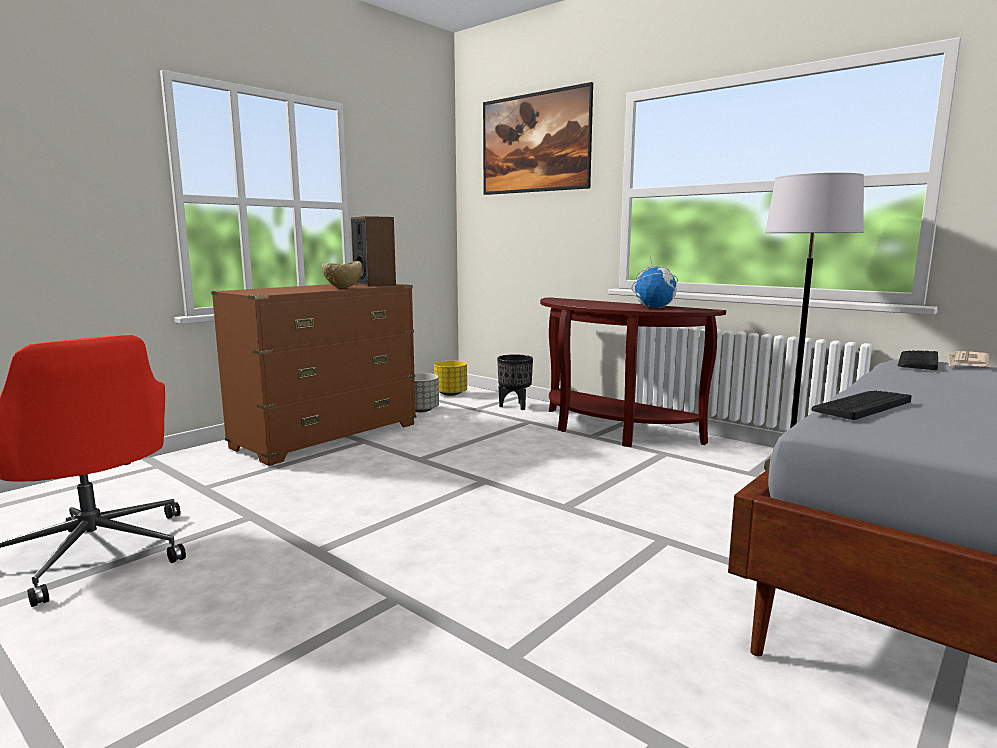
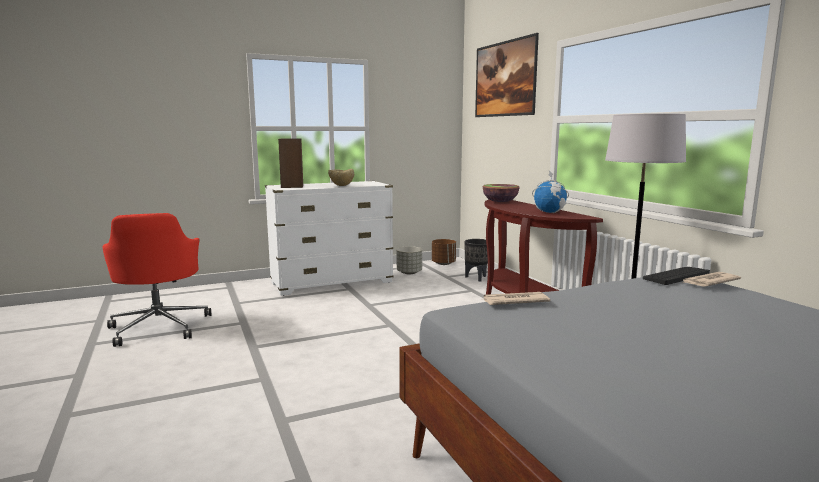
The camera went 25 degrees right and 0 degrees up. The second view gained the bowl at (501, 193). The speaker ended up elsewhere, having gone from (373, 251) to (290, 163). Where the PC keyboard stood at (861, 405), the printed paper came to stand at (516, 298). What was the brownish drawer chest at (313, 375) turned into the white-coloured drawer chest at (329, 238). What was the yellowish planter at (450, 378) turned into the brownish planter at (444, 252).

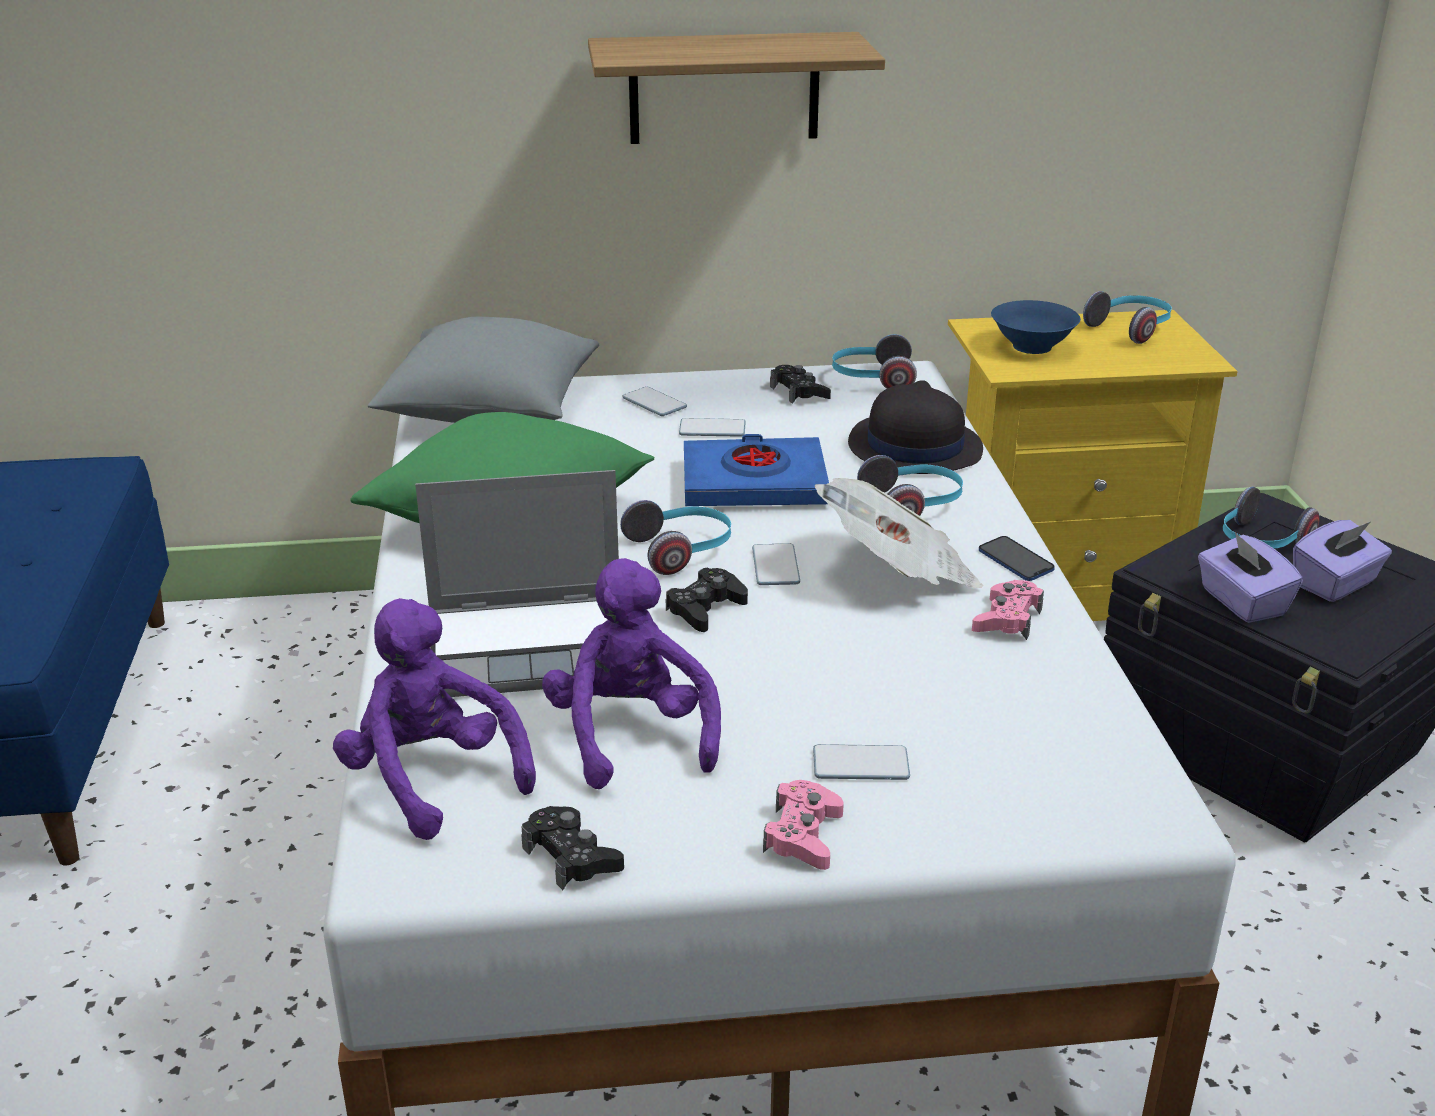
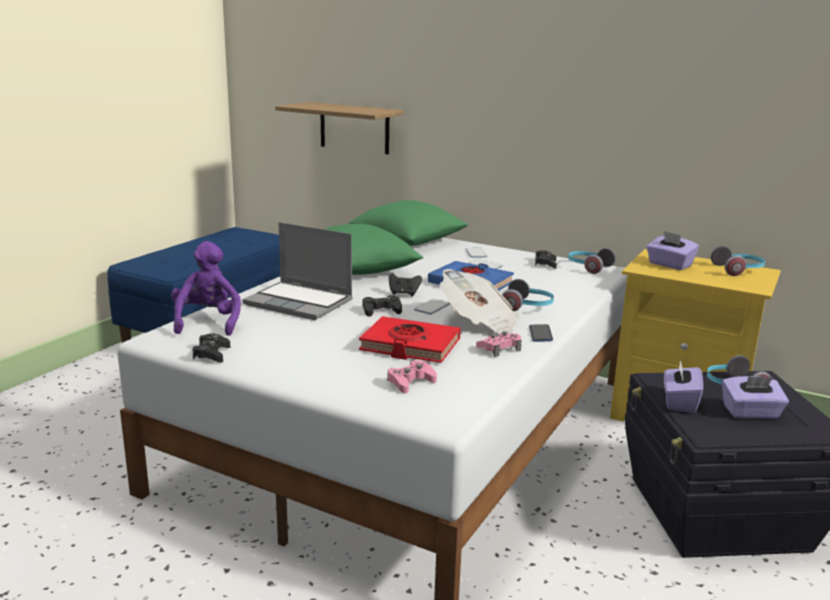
The camera went 35 degrees right and 10 degrees down. The second view lost the purple plush toy at (631, 673). The second view lost the handset at (861, 762). The second view lost the black wearable hat at (915, 427). The second view gained the red-coloured bound book at (410, 339). The wall shelf ended up elsewhere, having gone from (736, 88) to (339, 128). The pinkish joypad ended up elsewhere, having gone from (803, 825) to (412, 377). Where the headphones stood at (675, 537), the black joypad came to stand at (405, 284). Where the bluish bowl stood at (1036, 327), the purple tissue holder came to stand at (673, 250). What was the greyish pillow at (483, 370) turned into the green-coloured pillow at (408, 223).

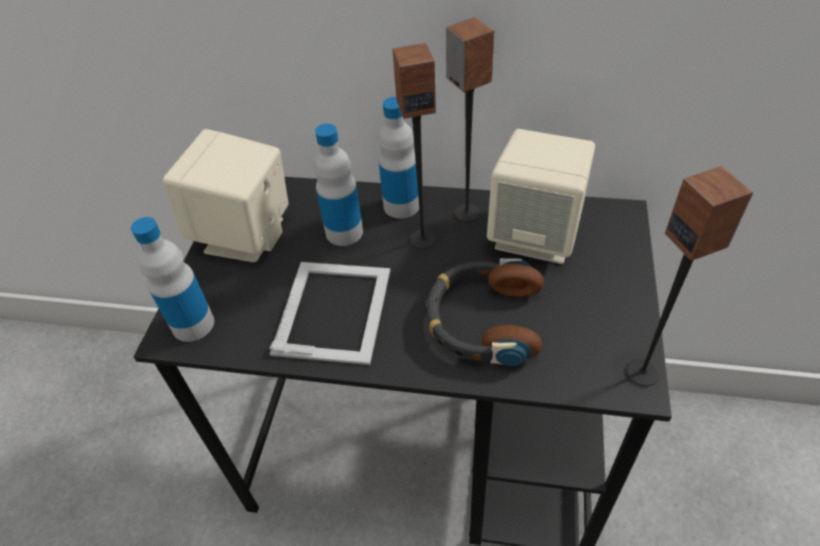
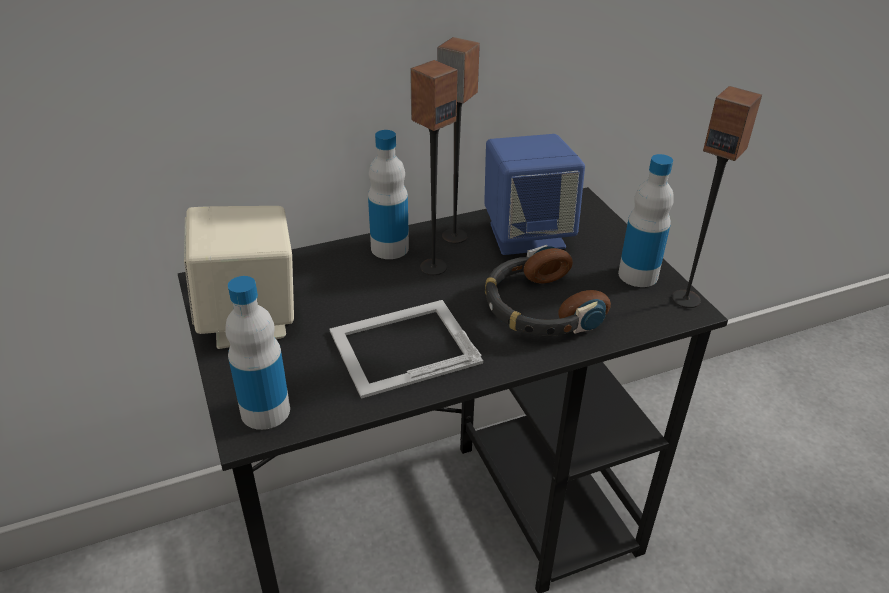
The camera went 35 degrees left and 10 degrees down. The beverage bottle ended up elsewhere, having gone from (338, 184) to (646, 220). What was the sand-coloured speaker at (541, 196) turned into the bluish speaker at (534, 194). The photo frame at (330, 313) ended up facing another way, 90 degrees counterclockwise from before.

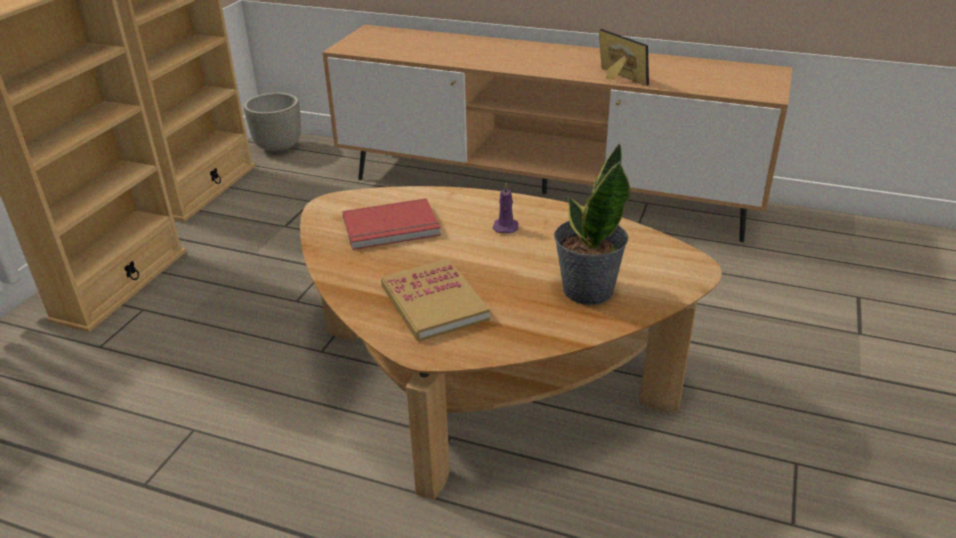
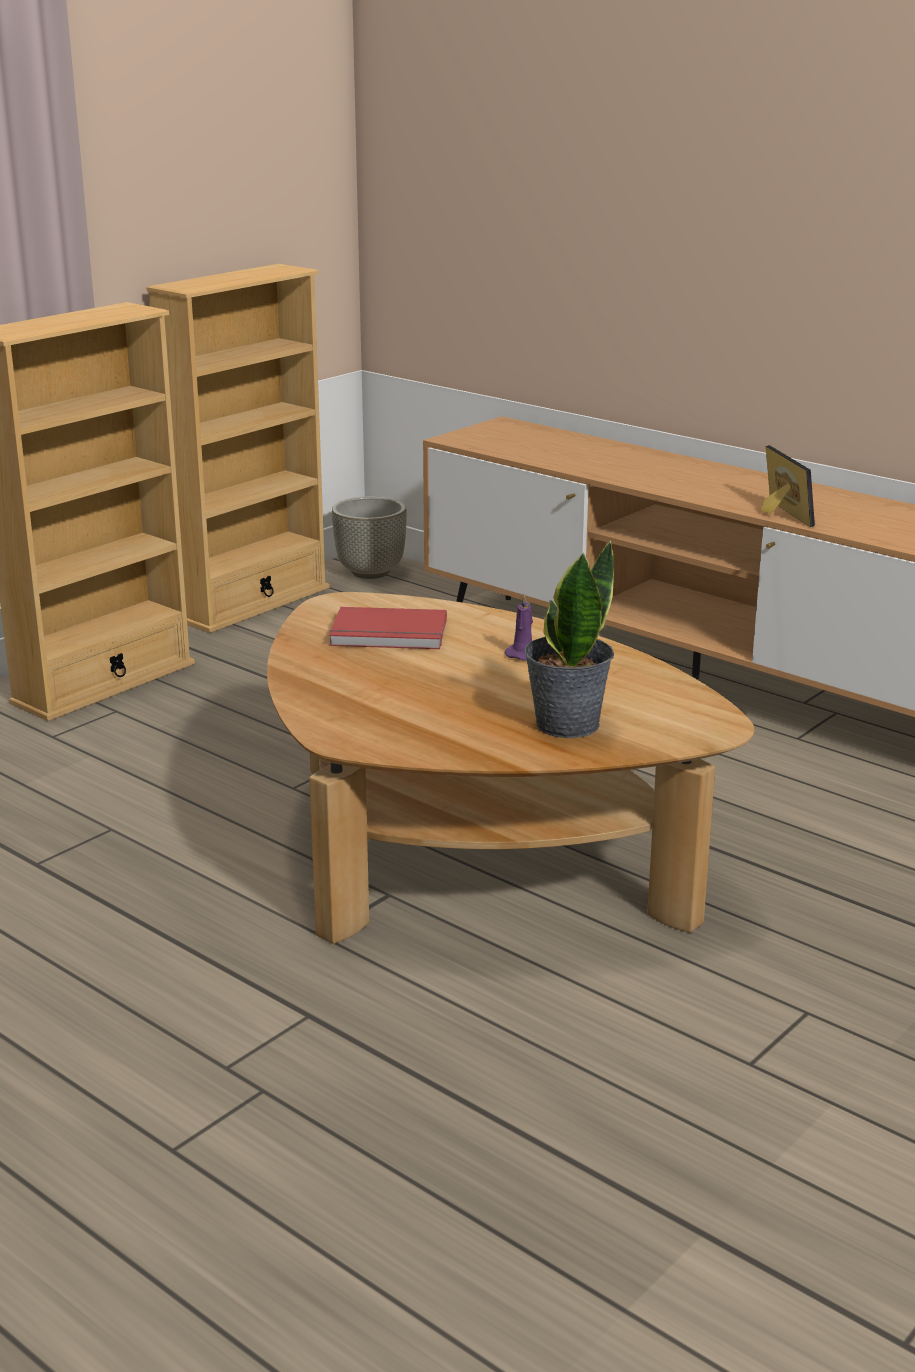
The camera went 20 degrees right and 10 degrees down. The second view lost the bound book at (435, 300).

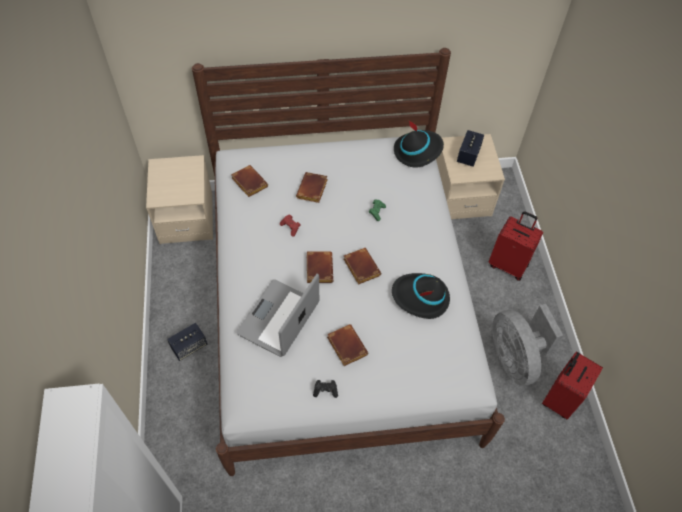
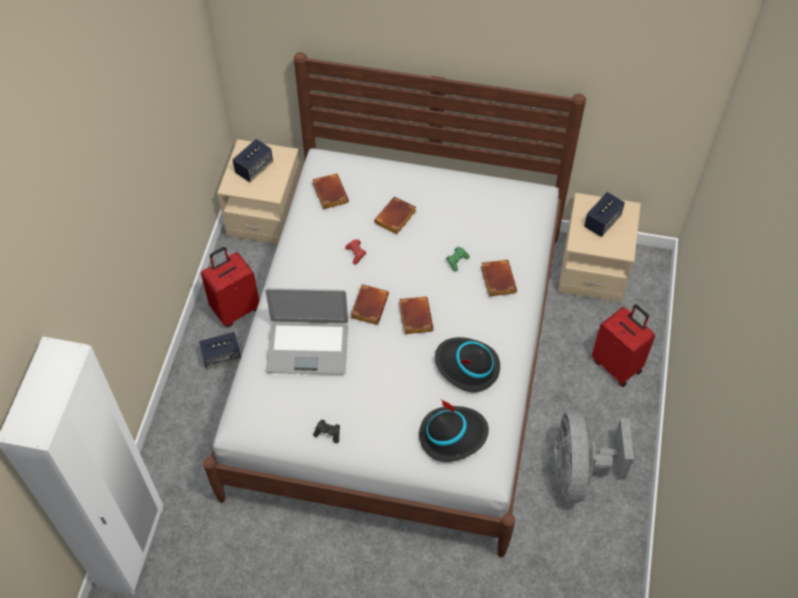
The camera went 20 degrees right and 0 degrees up. The second view gained the speaker at (253, 160). The brownish bound book ended up elsewhere, having gone from (347, 345) to (499, 278). The black wearable hat ended up elsewhere, having gone from (419, 144) to (454, 430). The red-coloured suitcase ended up elsewhere, having gone from (572, 385) to (230, 287). The laptop at (277, 315) ended up facing another way, 135 degrees counterclockwise from before.

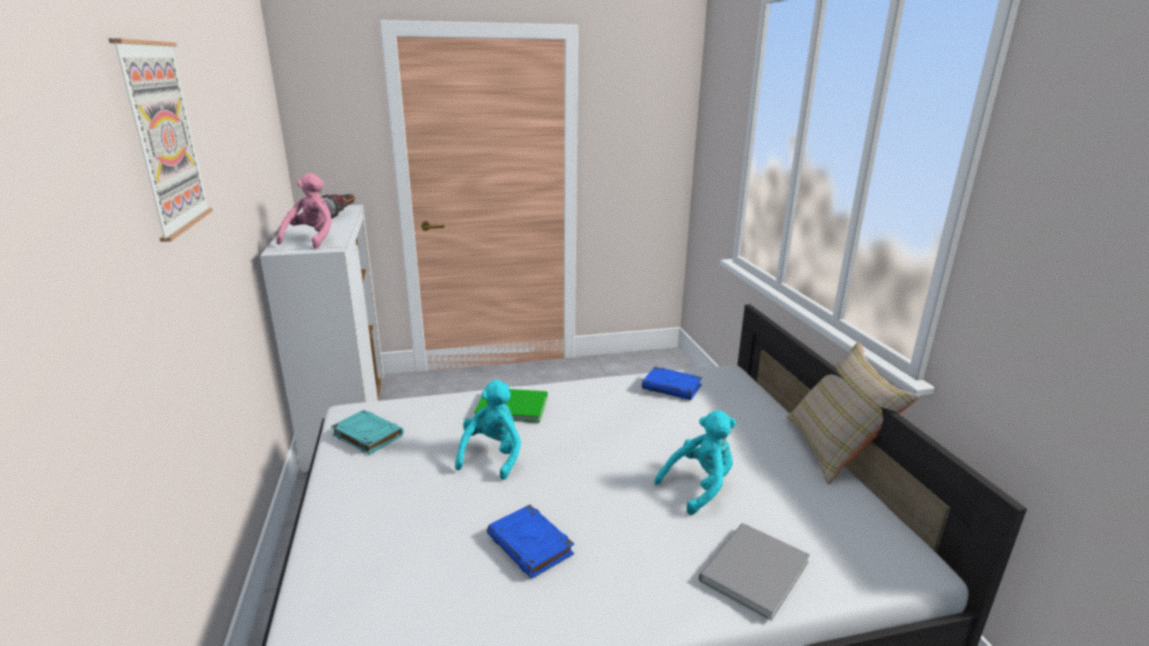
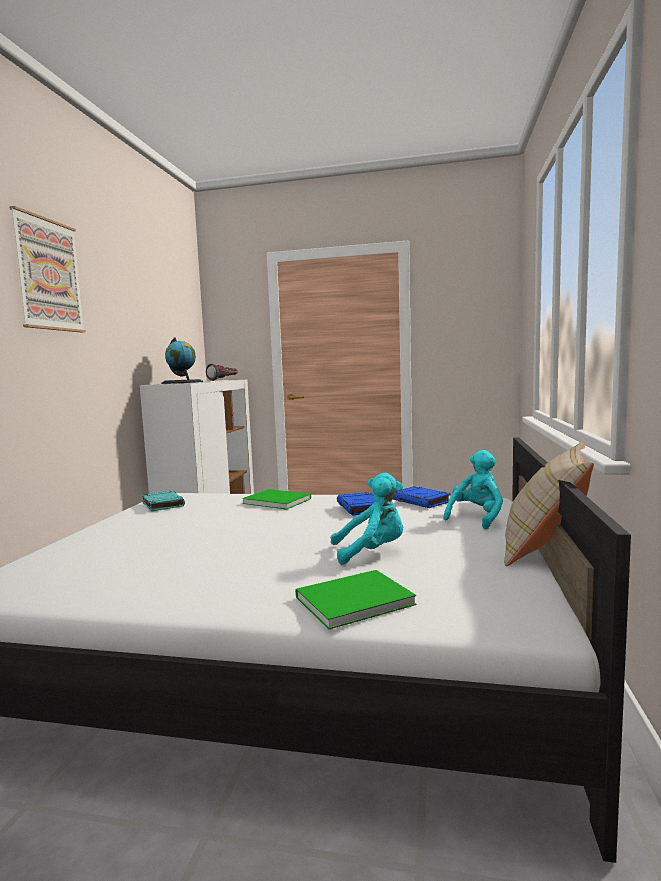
The camera went 25 degrees right and 15 degrees down. The turquoise-coloured plush toy ended up elsewhere, having gone from (488, 430) to (473, 490). The bluish bound book ended up elsewhere, having gone from (530, 541) to (356, 503). Where the pinkish plush toy stood at (304, 211), the globe came to stand at (182, 360). What was the greyish bound book at (754, 572) turned into the green-coloured bound book at (355, 600).

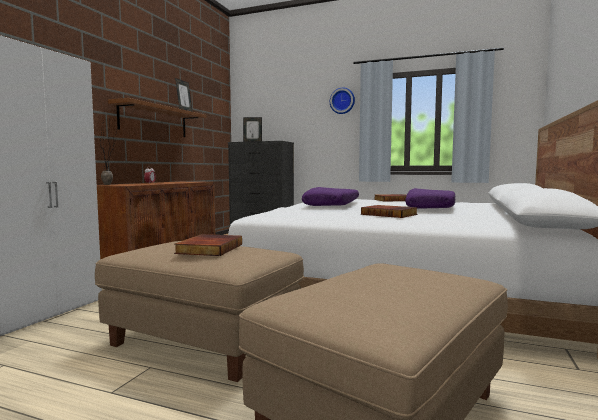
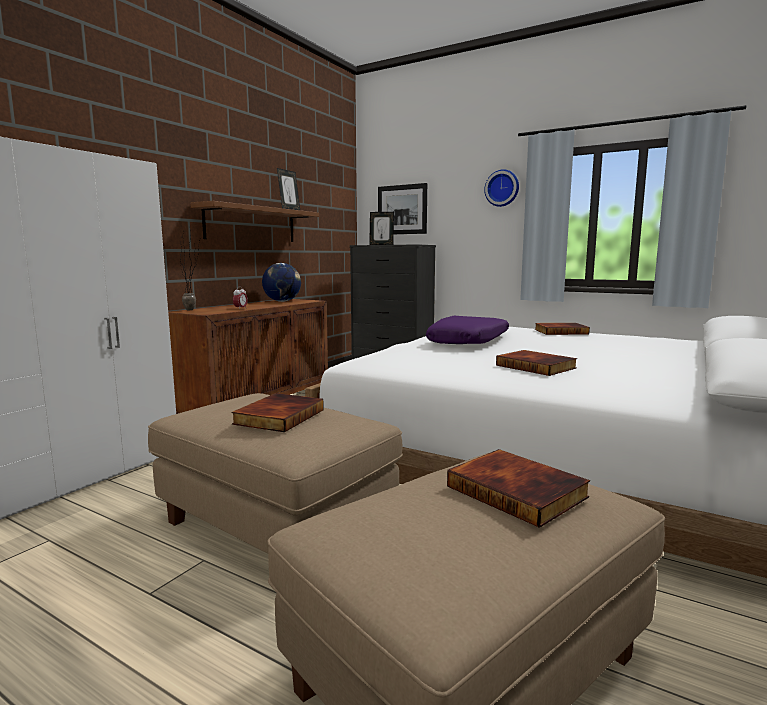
The camera went 10 degrees right and 5 degrees up. The second view lost the purple pillow at (430, 198). The second view gained the globe at (281, 282). The second view gained the wall picture at (402, 208). The second view gained the bound book at (518, 488).

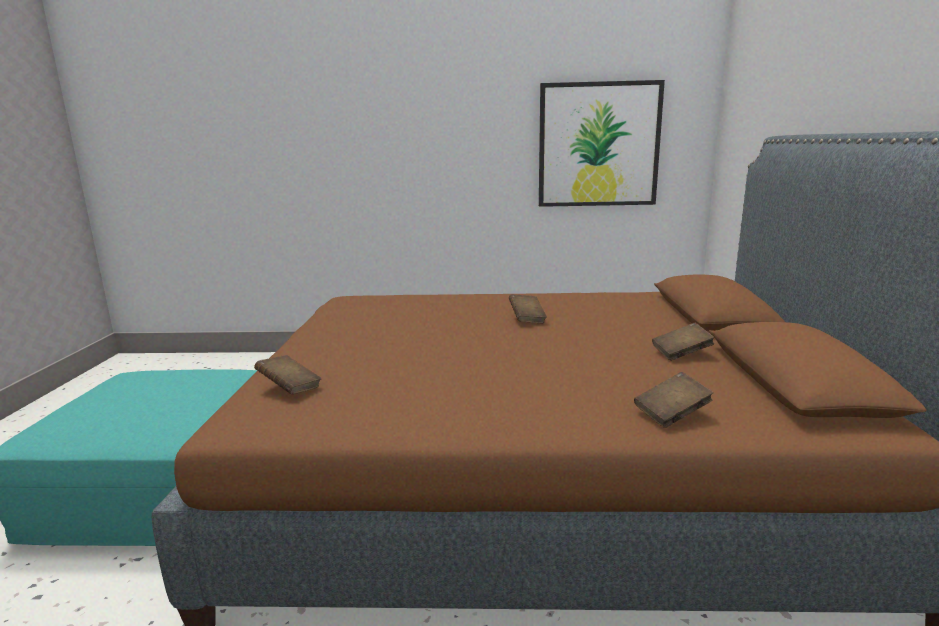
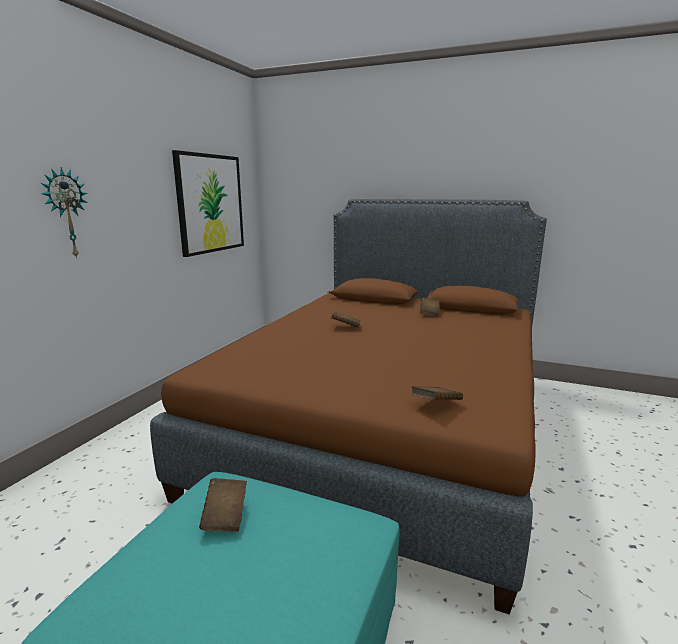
The camera went 70 degrees left and 0 degrees up. The second view gained the hanging clock at (64, 213). The brownish bound book ended up elsewhere, having gone from (673, 400) to (223, 505).

